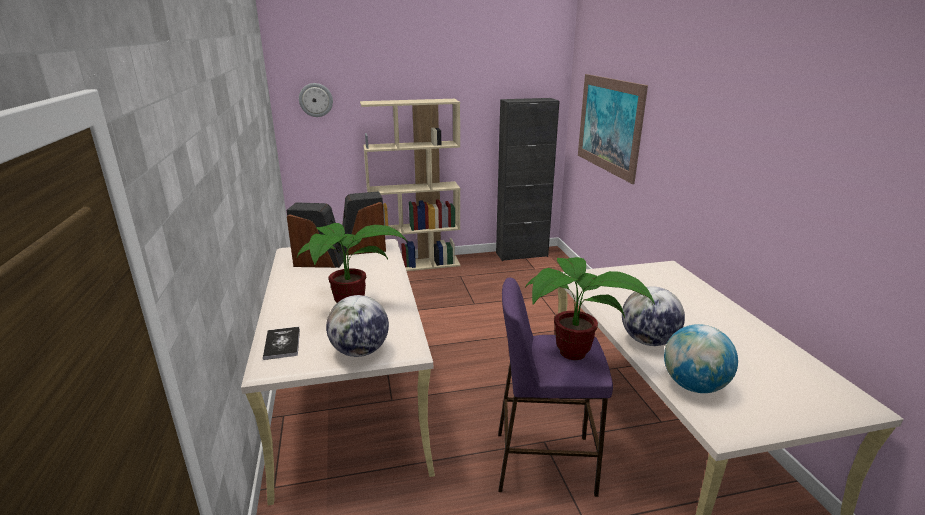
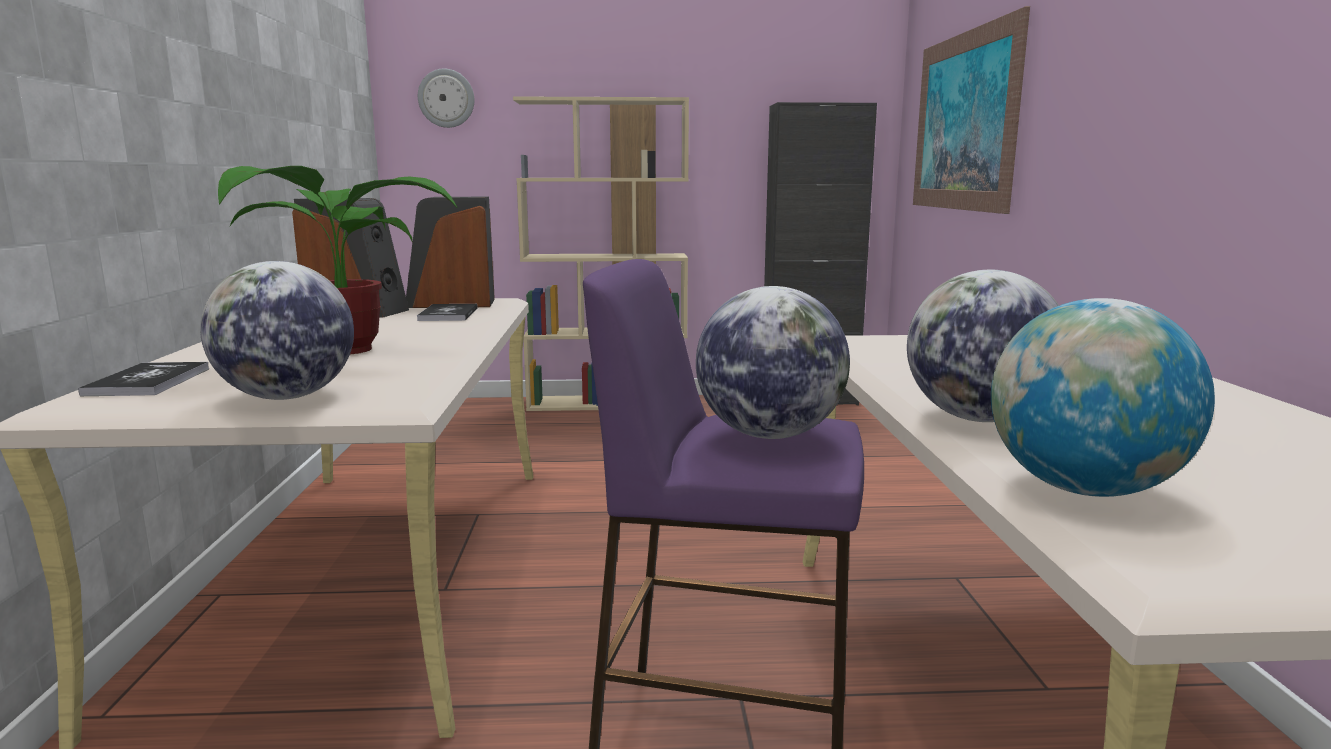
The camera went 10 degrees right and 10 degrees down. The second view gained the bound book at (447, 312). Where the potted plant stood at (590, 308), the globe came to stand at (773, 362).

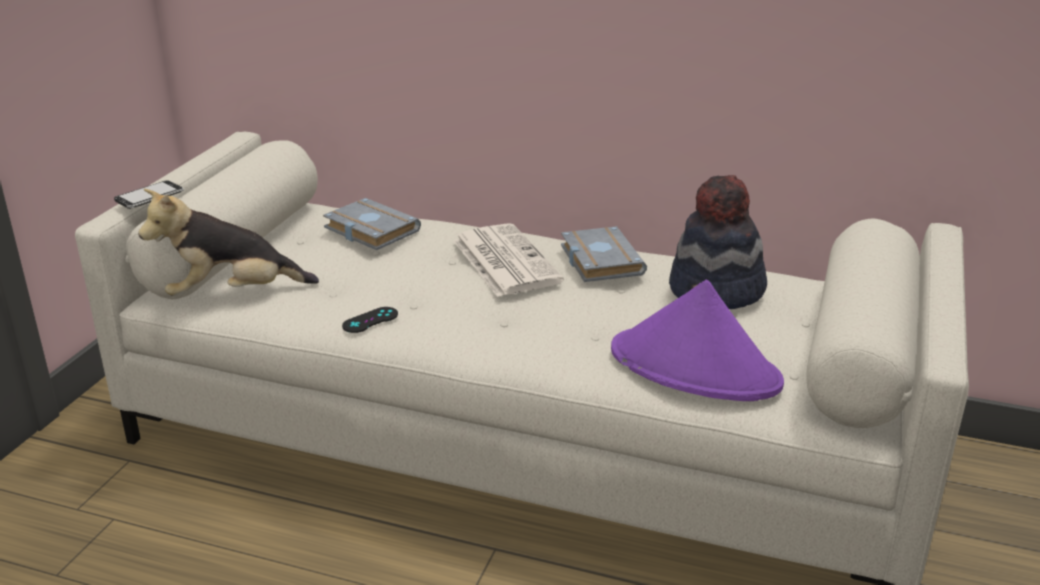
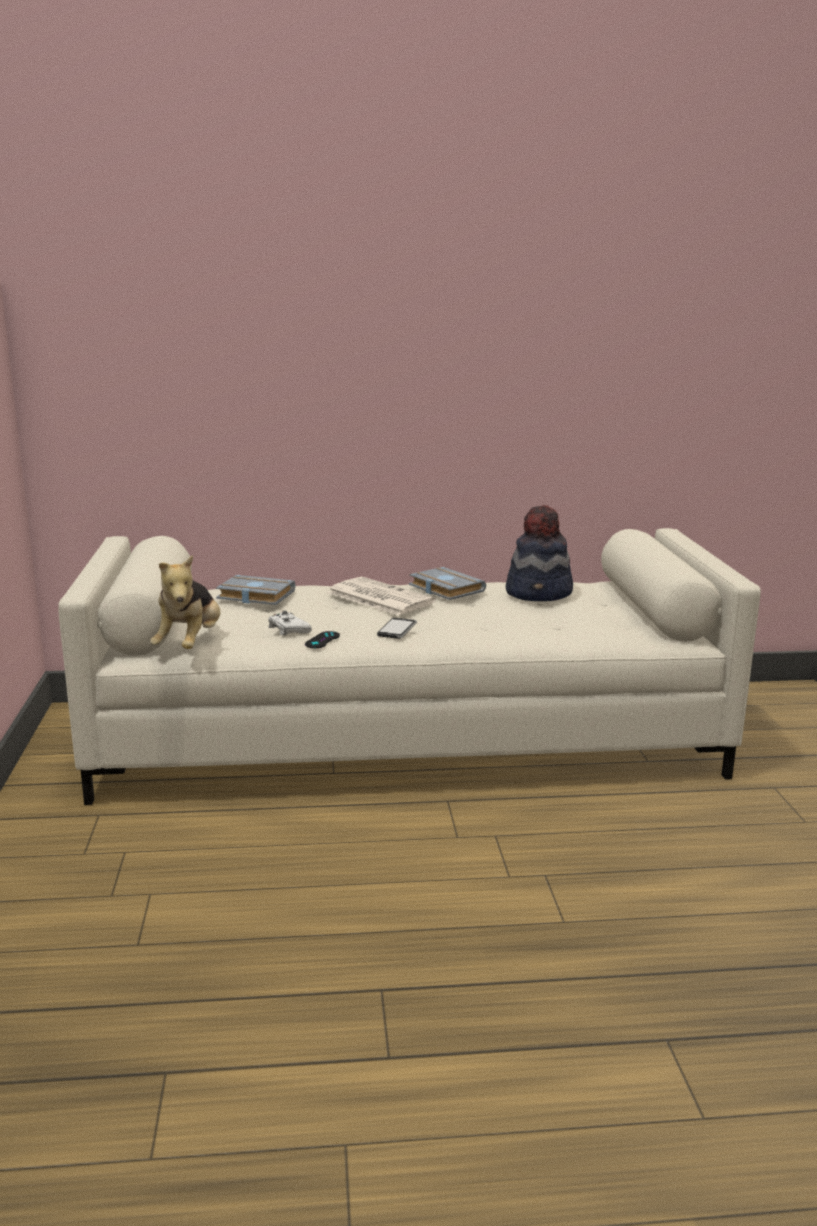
The camera went 25 degrees left and 10 degrees down. The second view lost the purple wearable hat at (697, 340). The second view gained the white-coloured joypad at (290, 623). The handset ended up elsewhere, having gone from (149, 194) to (397, 628). The plush toy at (228, 242) ended up facing another way, 45 degrees counterclockwise from before.

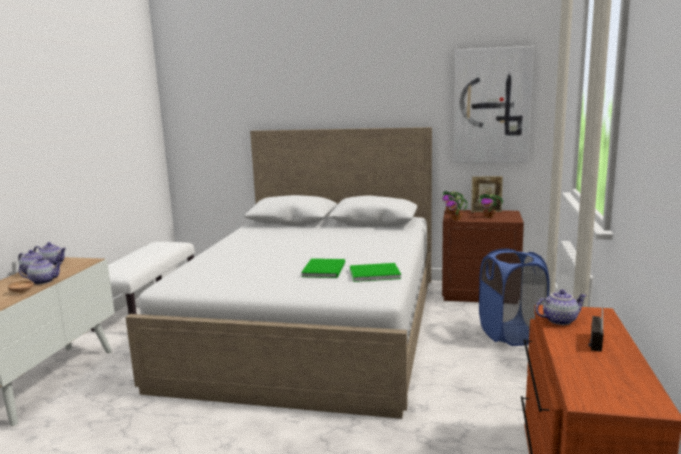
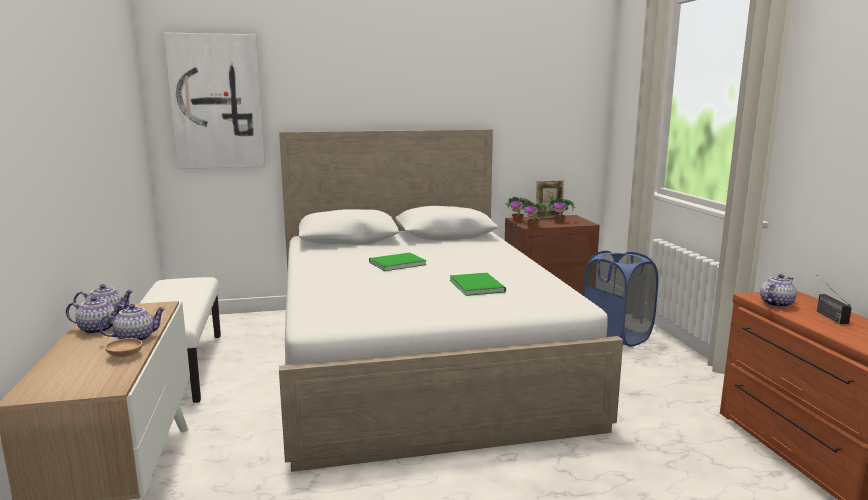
The camera went 25 degrees left and 0 degrees up. The green-coloured bound book ended up elsewhere, having gone from (375, 272) to (397, 262). The wall picture ended up elsewhere, having gone from (494, 104) to (214, 101).

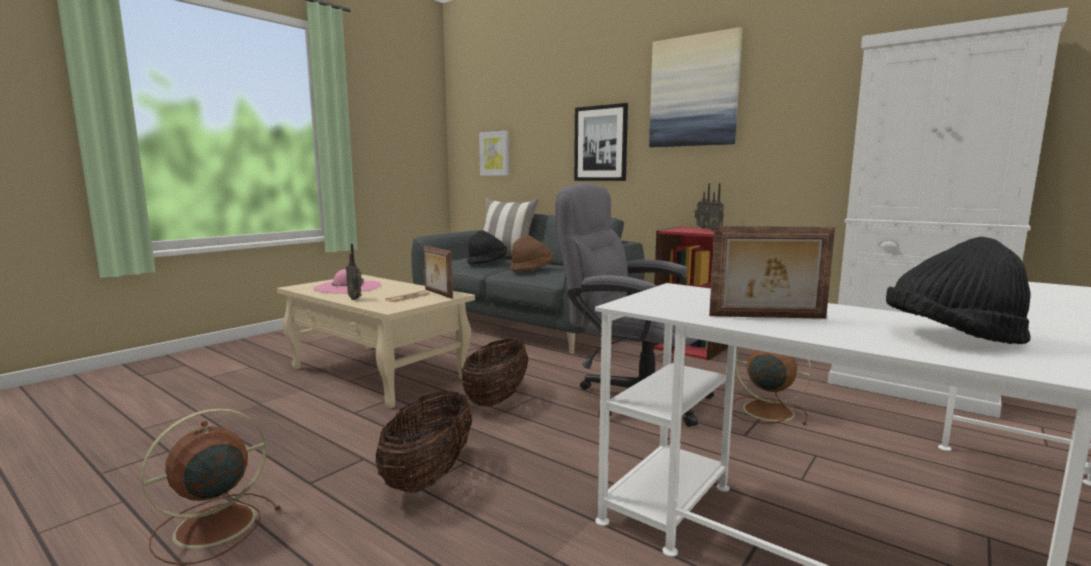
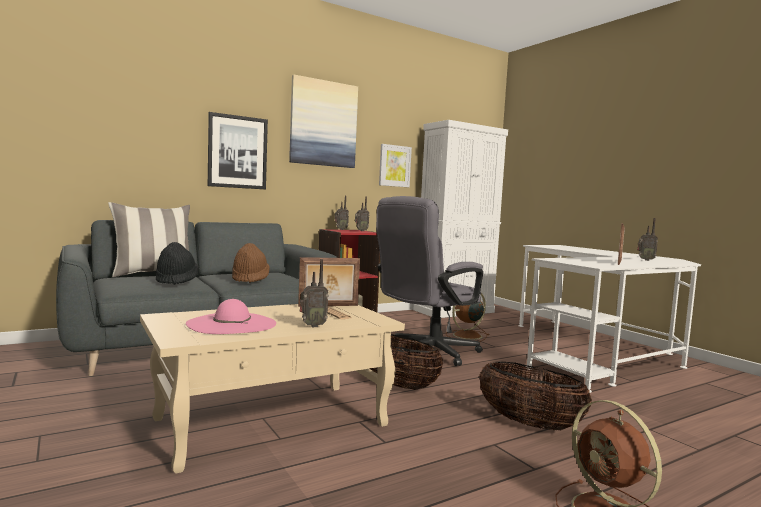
The camera went 70 degrees left and 5 degrees down. The wall picture ended up elsewhere, having gone from (494, 153) to (395, 165). Where the black wearable hat stood at (958, 290), the radio came to stand at (647, 239).

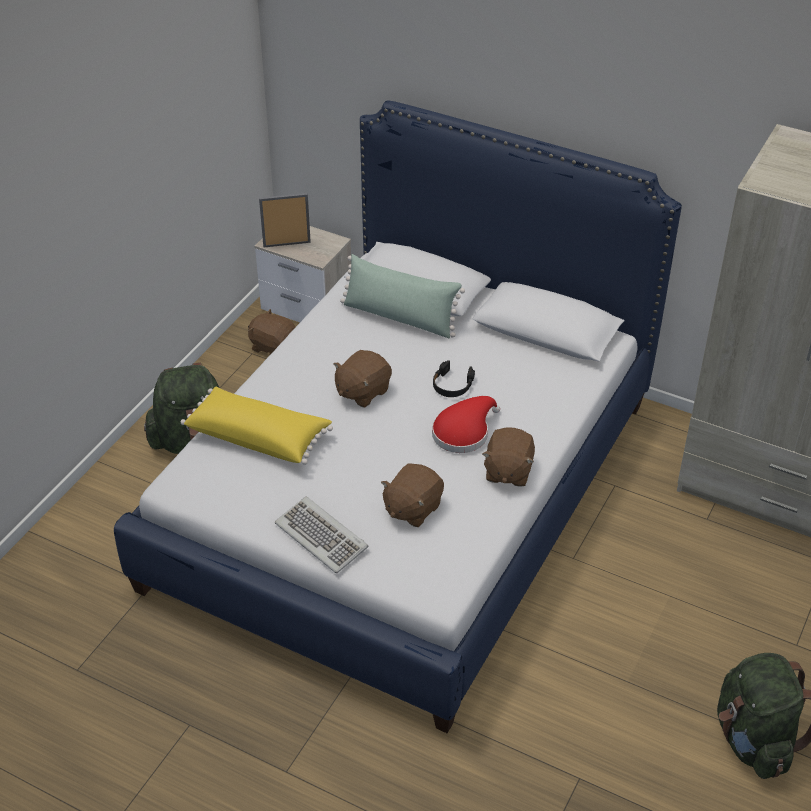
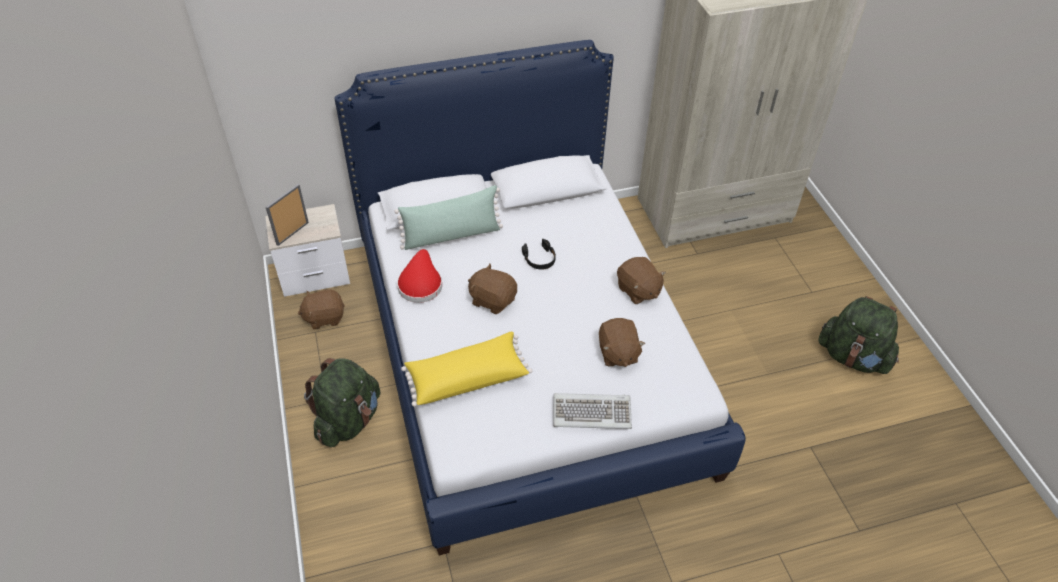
The camera went 45 degrees left and 5 degrees up. The red-coloured wearable hat ended up elsewhere, having gone from (466, 424) to (419, 276). The brownish plush toy at (362, 379) ended up facing another way, 120 degrees clockwise from before.

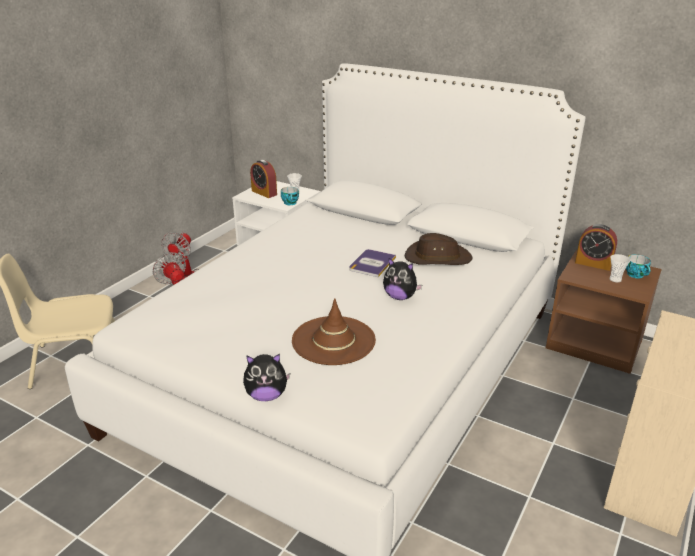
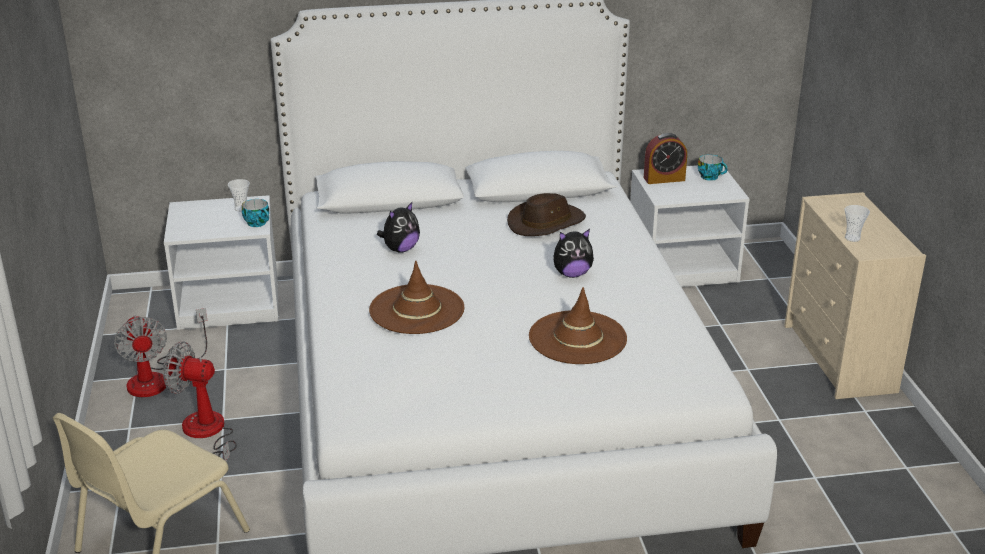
The camera went 40 degrees left and 0 degrees up. The second view lost the bedside clock at (263, 179). The second view lost the bound book at (372, 263). The second view gained the brownish wearable hat at (416, 297). The plush toy ended up elsewhere, having gone from (266, 377) to (398, 227). The cup ended up elsewhere, having gone from (620, 268) to (857, 223). What was the brownish nightstand at (604, 312) turned into the white-coloured nightstand at (690, 226).

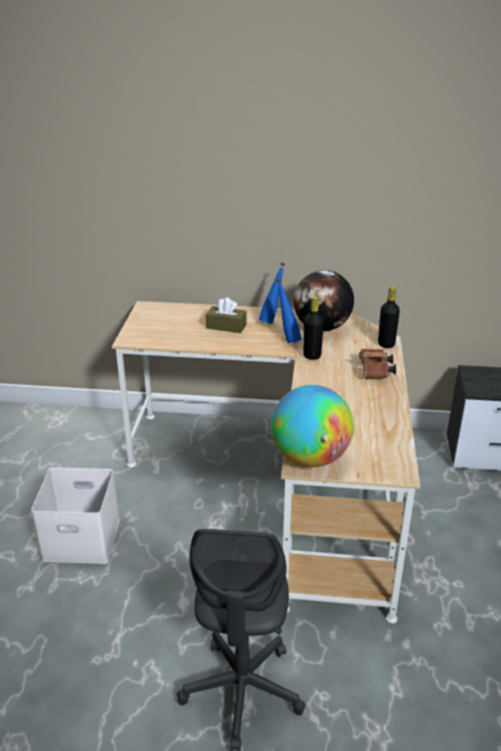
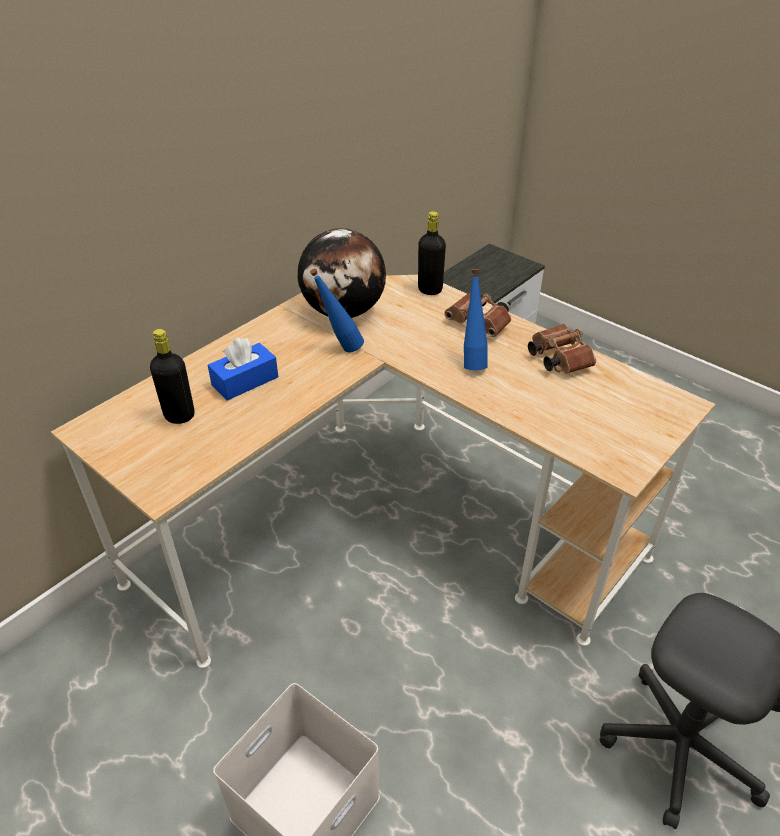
The camera went 55 degrees left and 10 degrees up. The second view lost the globe at (312, 426). The second view gained the brownish binoculars at (562, 349). The bluish beverage bottle ended up elsewhere, having gone from (272, 293) to (476, 319). The black beverage bottle ended up elsewhere, having gone from (313, 328) to (172, 376). What was the brownish tissue holder at (226, 315) turned into the bluish tissue holder at (243, 369).

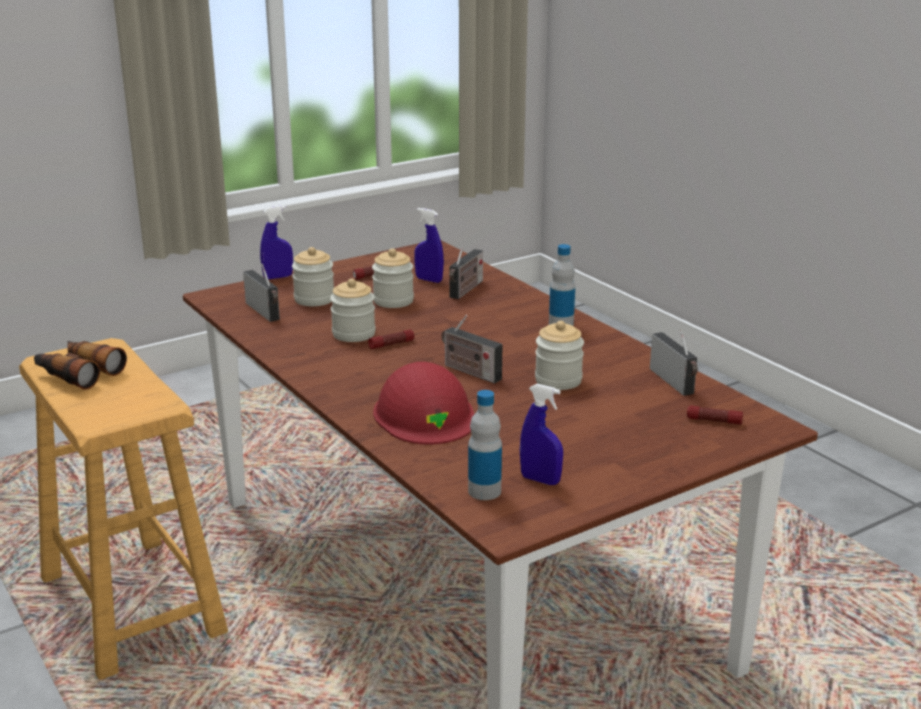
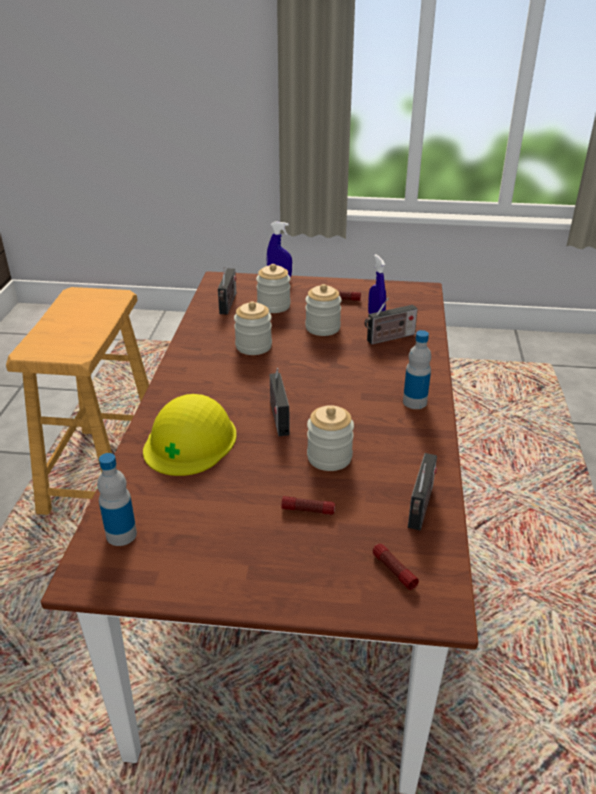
The camera went 40 degrees right and 10 degrees up. The second view lost the binoculars at (80, 365). The second view lost the bluish hand sprayer at (541, 434). The flashlight ended up elsewhere, having gone from (391, 339) to (308, 505). What was the red-coloured hard hat at (423, 403) turned into the yellowish hard hat at (189, 435).

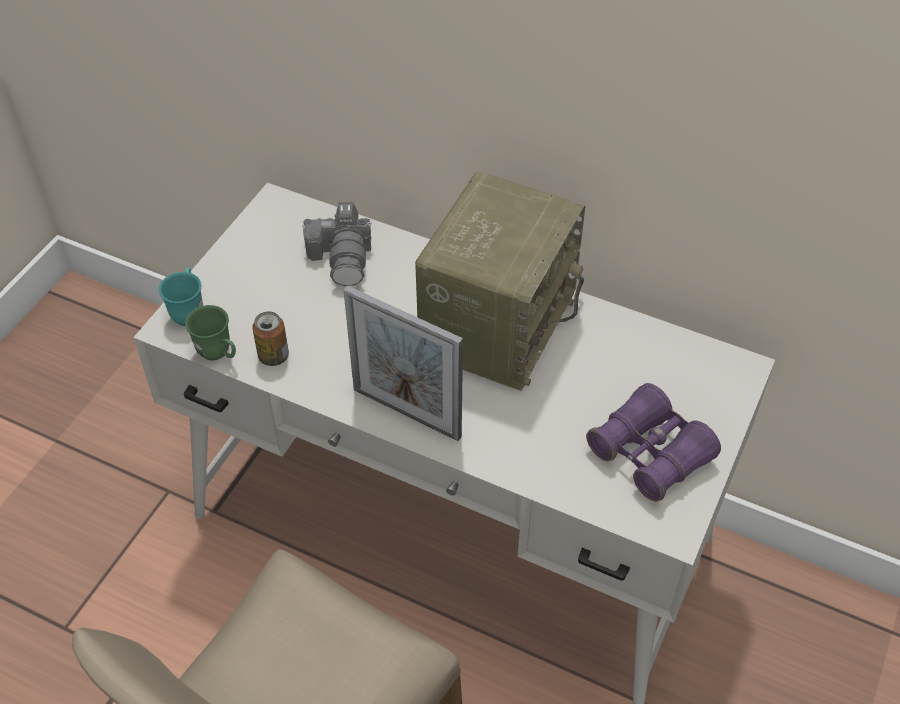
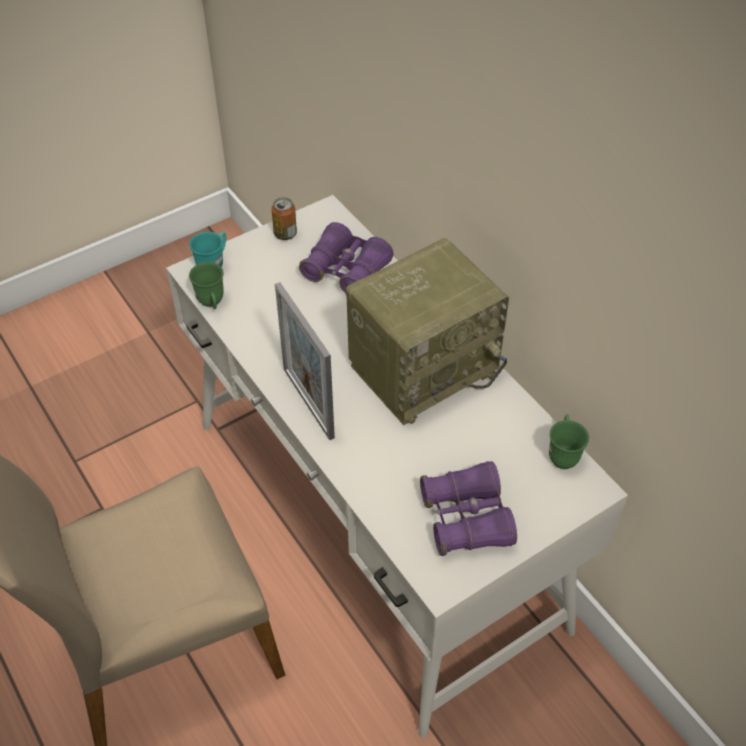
The camera went 30 degrees right and 0 degrees up. The second view gained the green-coloured coffee mug at (569, 441). The sealed can ended up elsewhere, having gone from (270, 339) to (284, 218). Where the photo camera stood at (337, 244), the purple binoculars came to stand at (346, 258).

